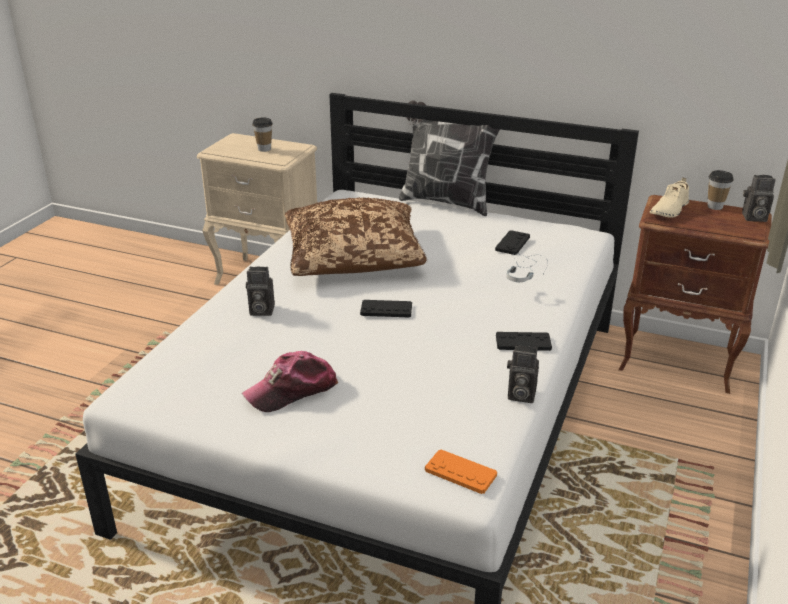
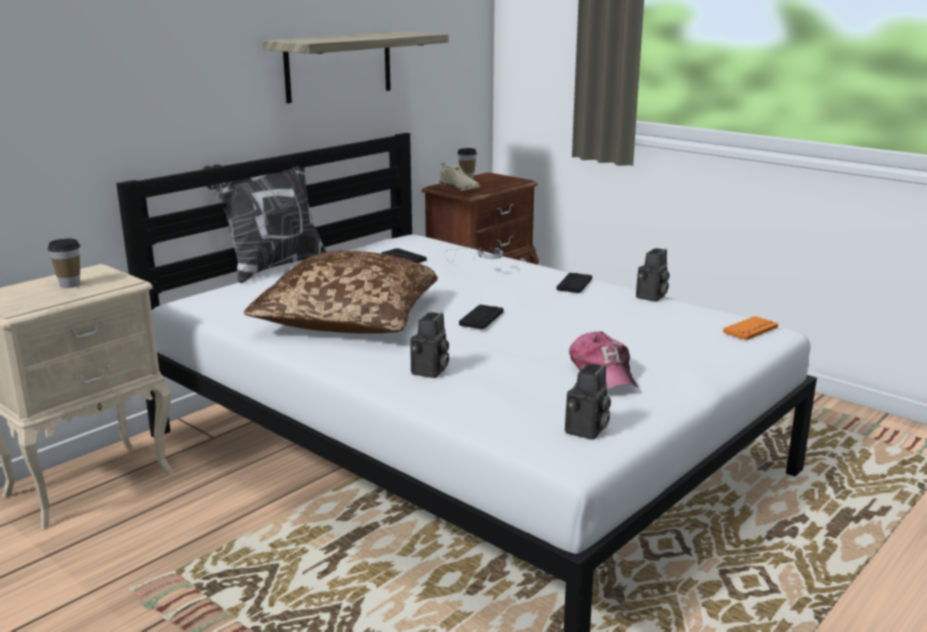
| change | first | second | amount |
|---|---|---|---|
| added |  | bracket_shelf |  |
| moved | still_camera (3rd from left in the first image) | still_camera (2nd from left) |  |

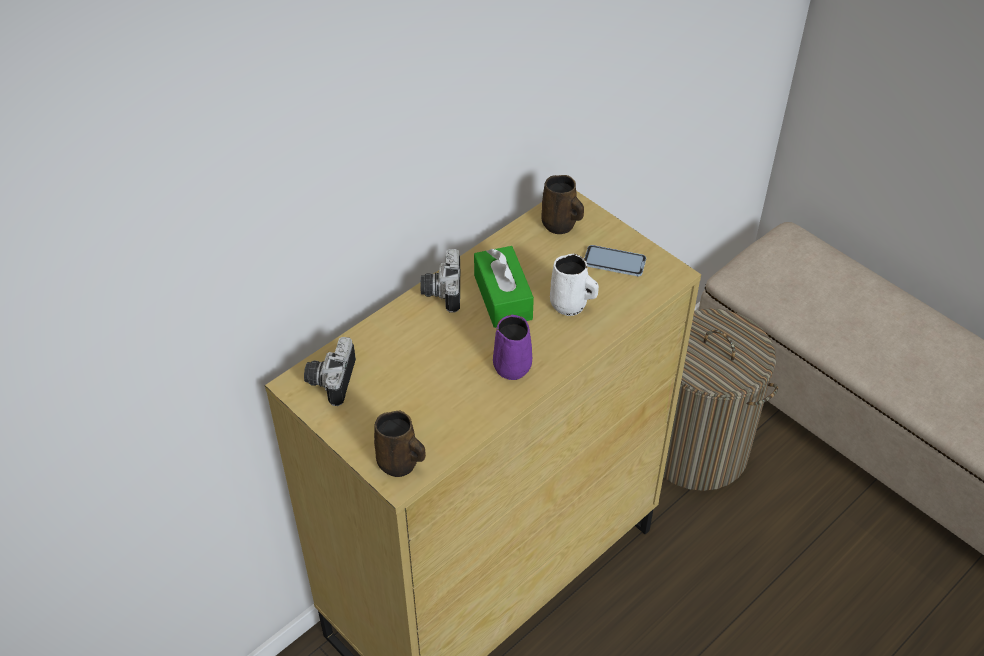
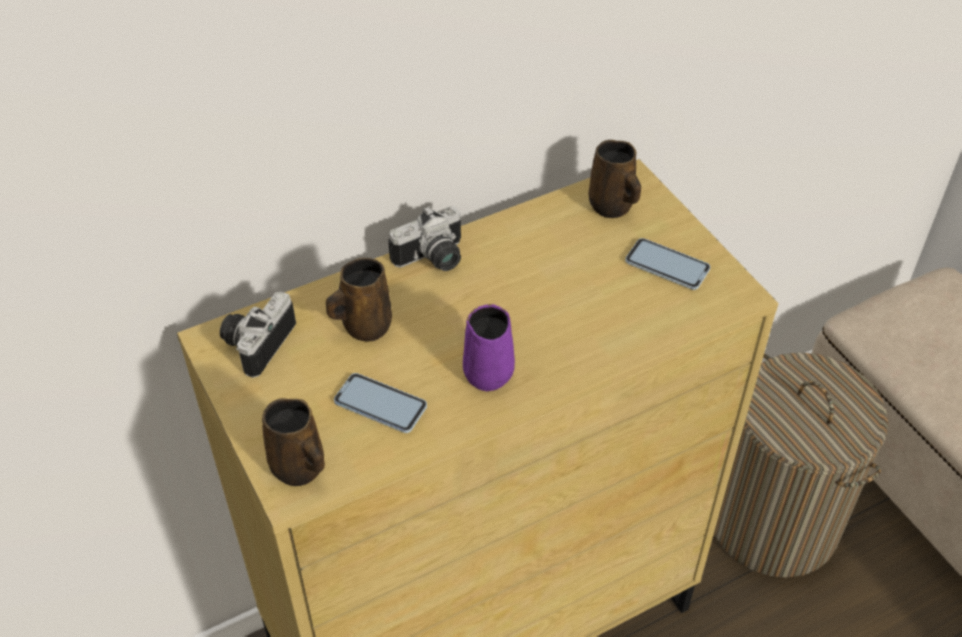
| change | first | second | amount |
|---|---|---|---|
| removed | green-coloured_box_of_tissues |  |  |
| removed | white_coffee_mug |  |  |
| added |  | brown-coloured_coffee_mug (2nd from left) |  |
| added |  | telephone (1st from left) |  |
| turned | still_camera (2nd from left) |  | 135 degrees counterclockwise |

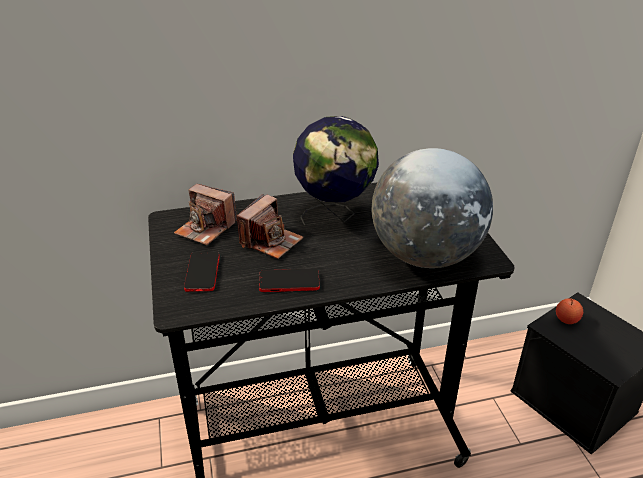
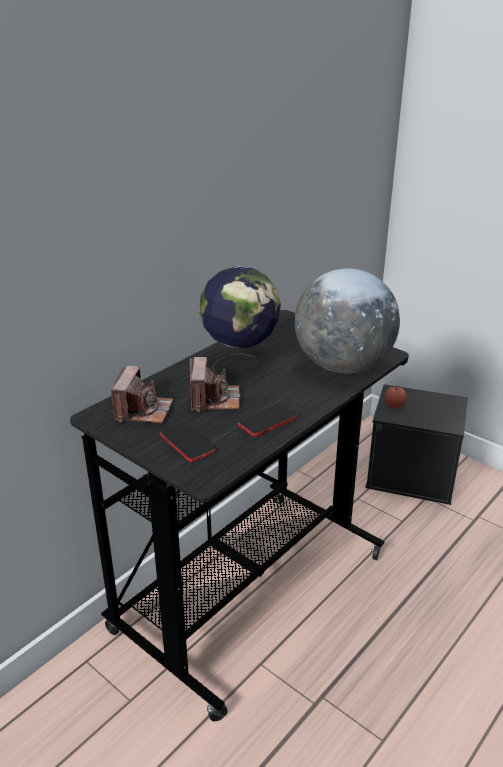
| change | first | second | amount |
|---|---|---|---|
| turned | still_camera (1st from left) |  | 75 degrees counterclockwise |

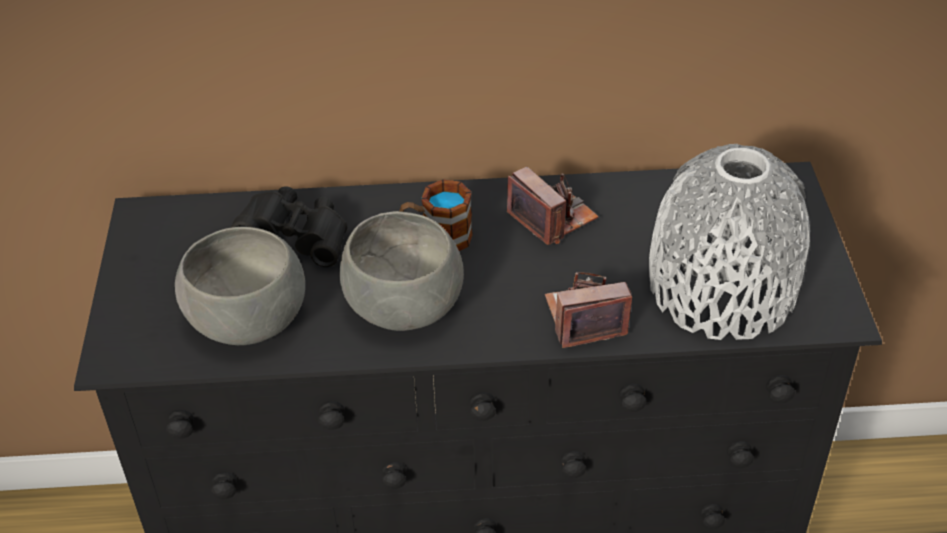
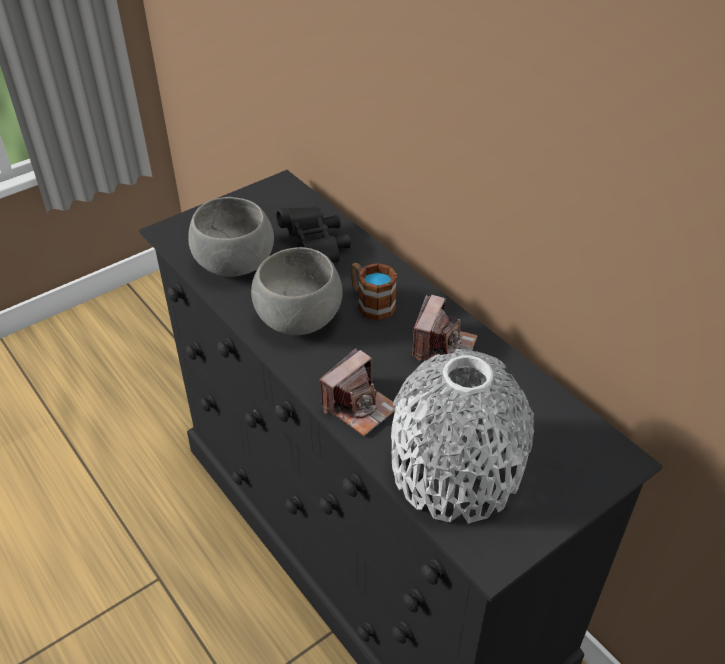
| change | first | second | amount |
|---|---|---|---|
| turned | still_camera (2nd from left in the first image) | still_camera (1st from left) | 90 degrees clockwise |

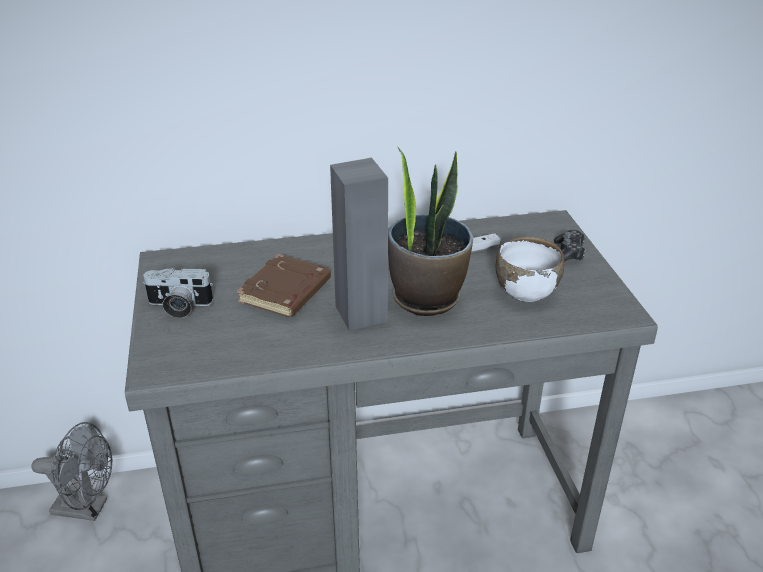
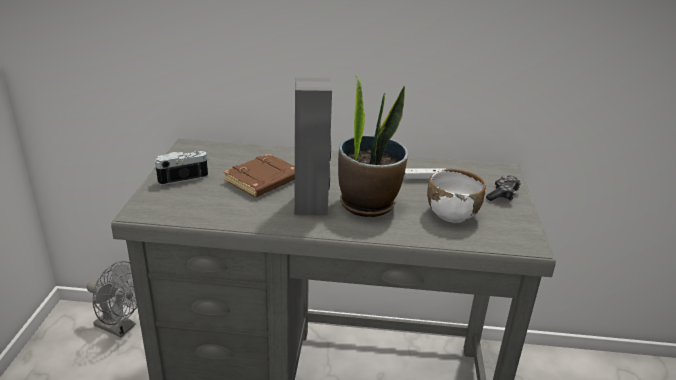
| change | first | second | amount |
|---|---|---|---|
| turned | still_camera |  | 135 degrees clockwise |

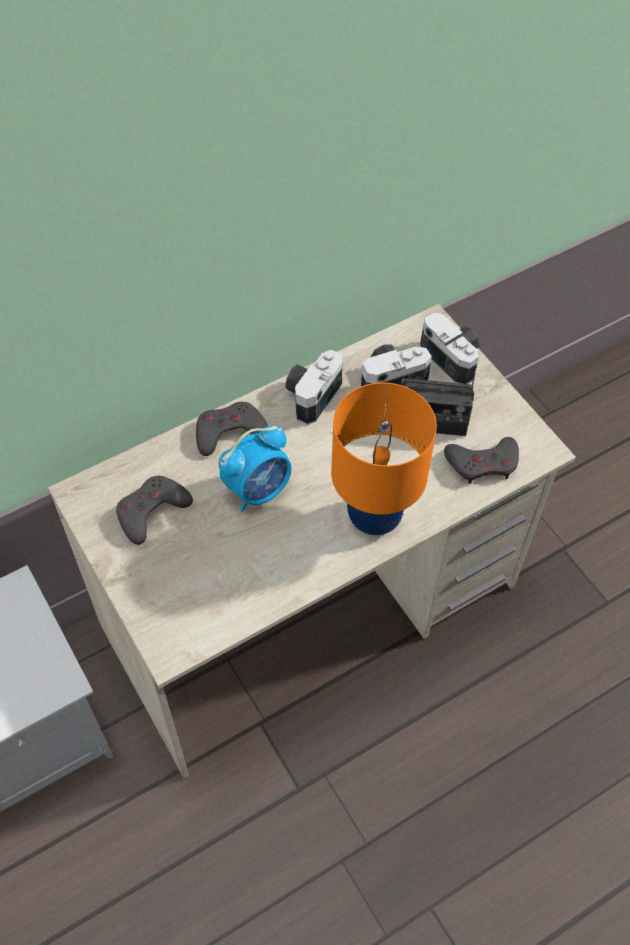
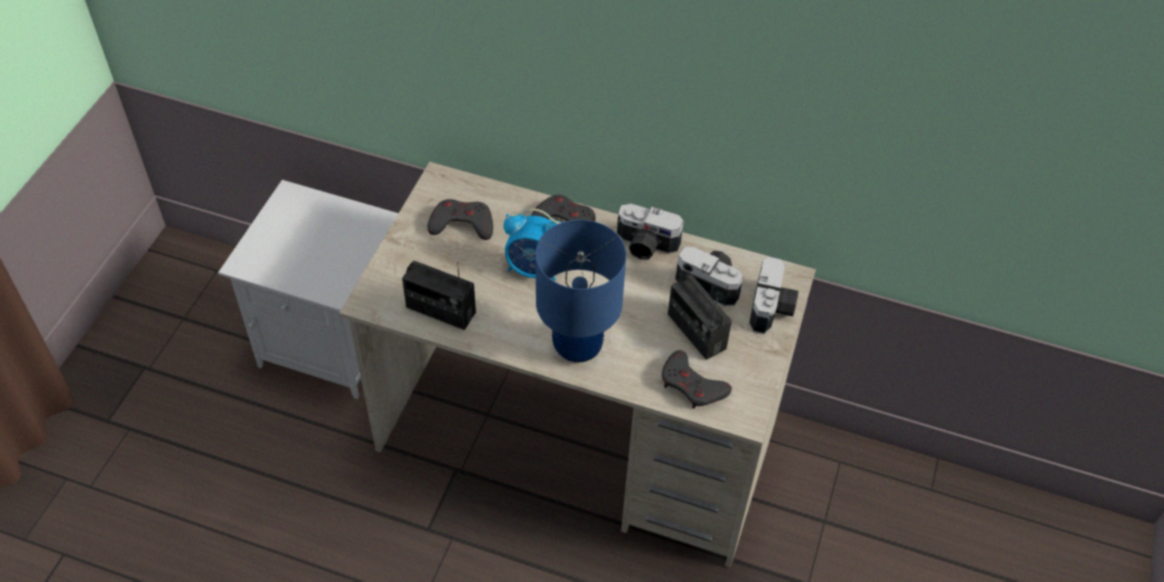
| change | first | second | amount |
|---|---|---|---|
| added |  | radio_receiver (1st from left) |  |
| recoloured | orange_table_lamp | bluish_table_lamp |  |
| turned | still_camera (1st from left) |  | 150 degrees counterclockwise |

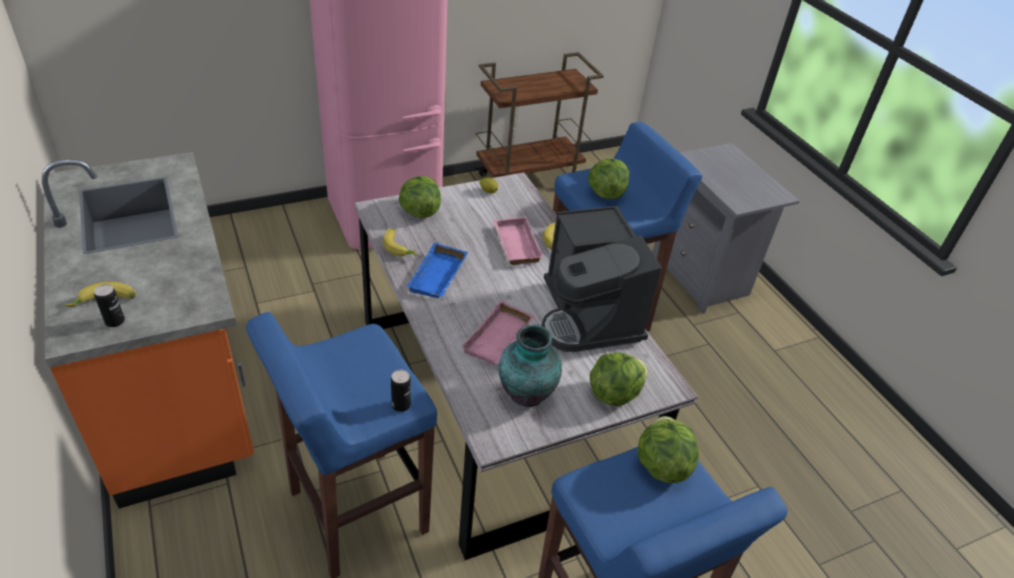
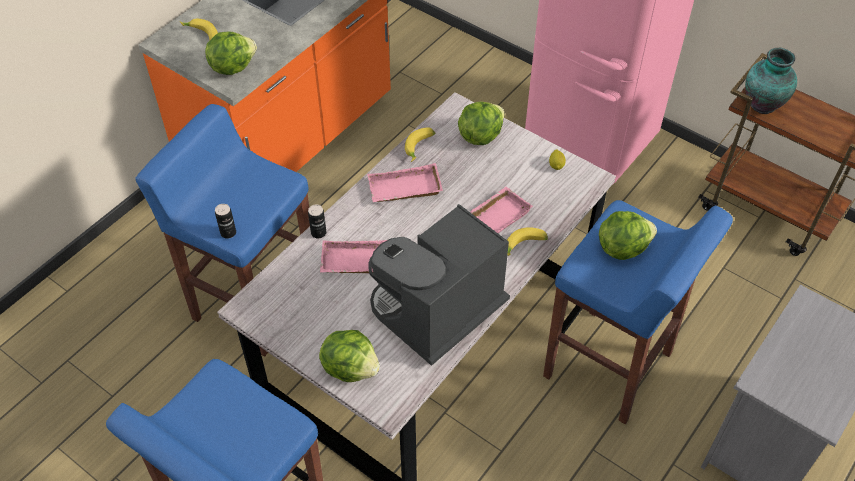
| change | first | second | amount |
|---|---|---|---|
| moved | metal_can (1st from left in the first image) | metal_can (2nd from left) |  |
| moved | flower_vase |  |  |
| moved | lettuce_head (4th from left in the first image) | lettuce_head (1st from left) |  |
| recoloured | bluish_tray | pink_tray (2nd from left) |  |

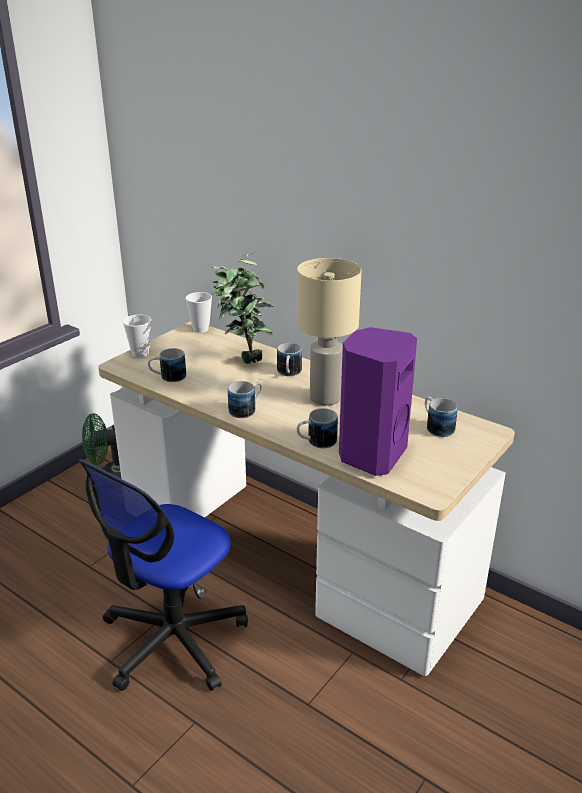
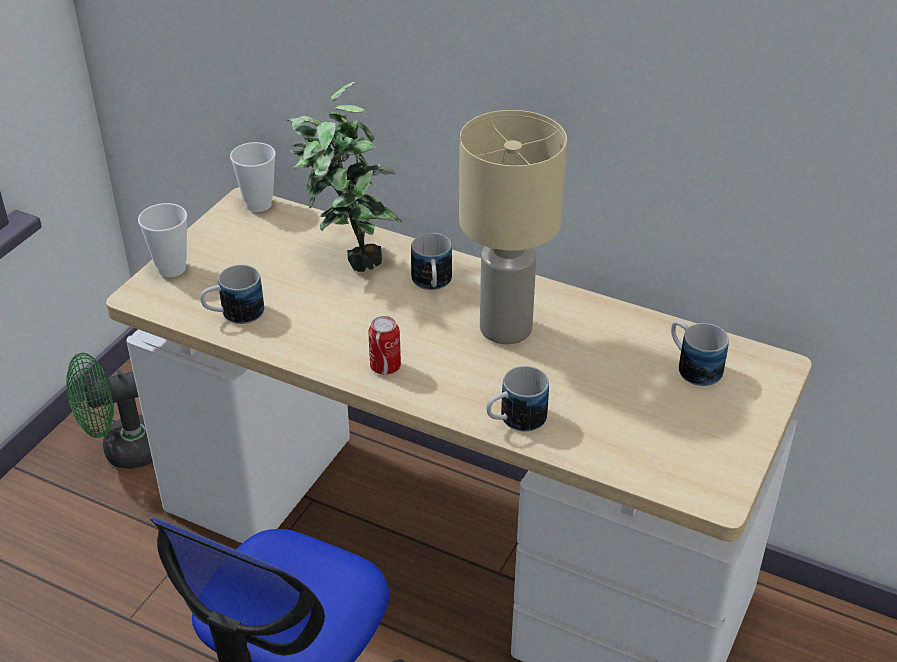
| change | first | second | amount |
|---|---|---|---|
| removed | purple-coloured_audio_speaker |  |  |
| replaced | coffee_mug (2nd from left) | metal_can |  |

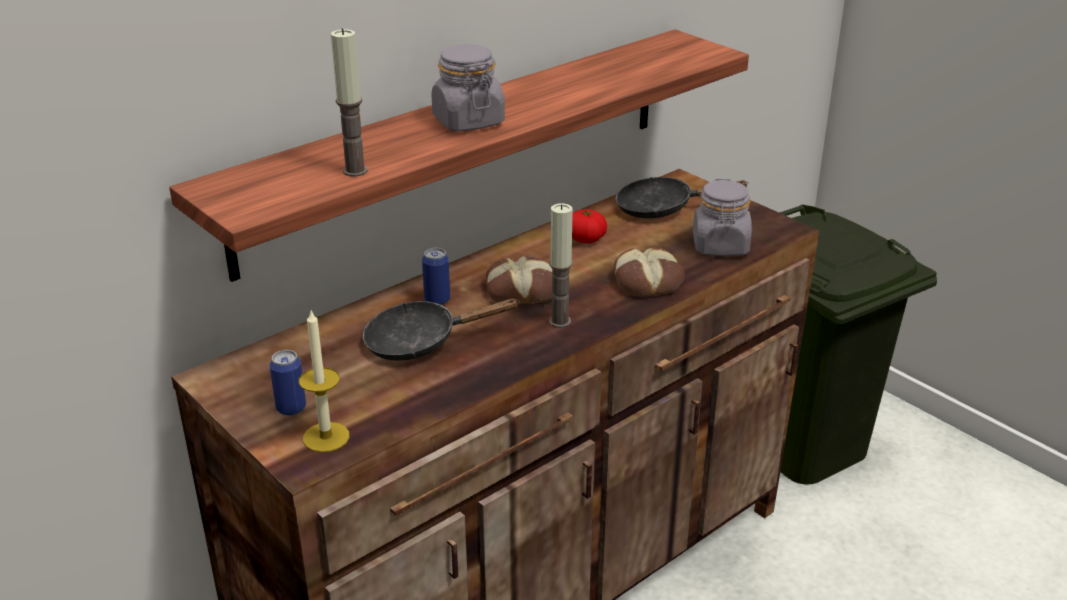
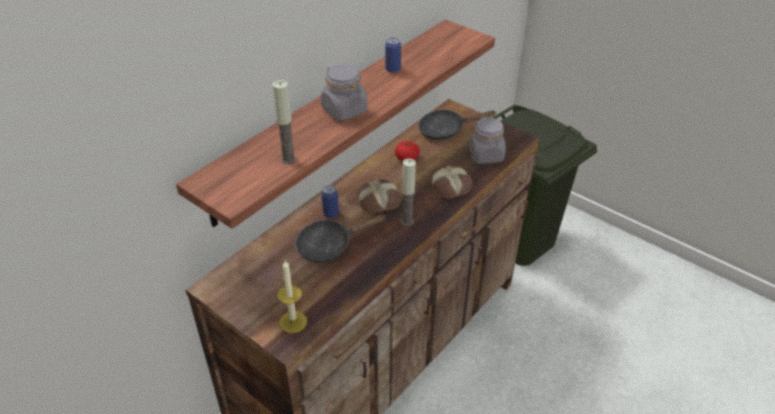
| change | first | second | amount |
|---|---|---|---|
| moved | metal_can (1st from left in the first image) | metal_can (2nd from left) |  |

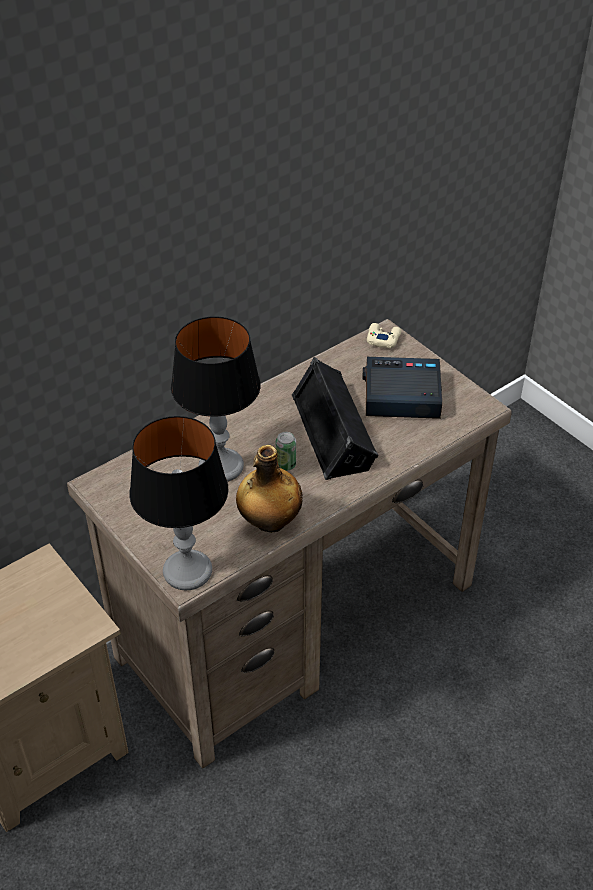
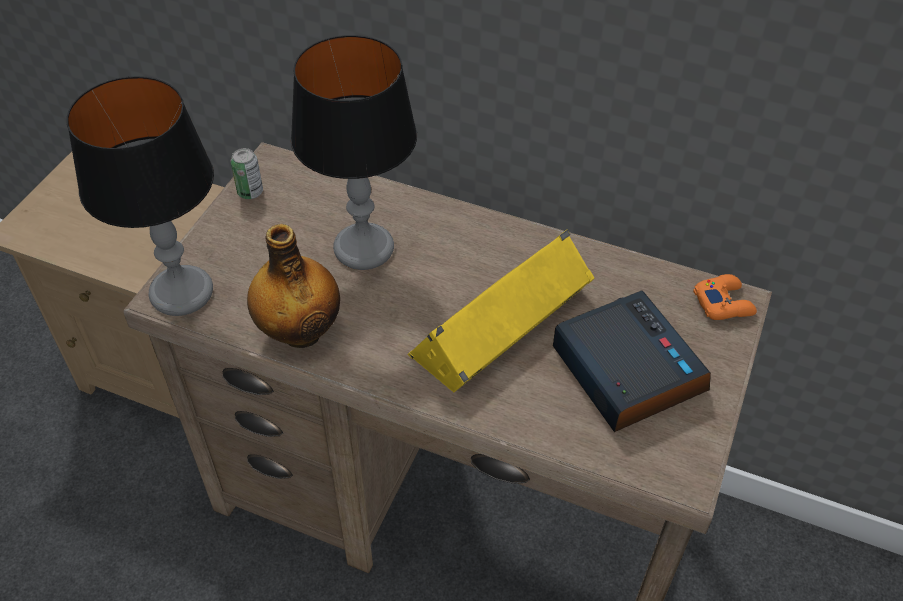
| change | first | second | amount |
|---|---|---|---|
| moved | metal_can |  |  |
| recoloured | blackish_audio_speaker | yellow_audio_speaker |  |
| recoloured | sand-coloured_gamepad | orange_gamepad |  |

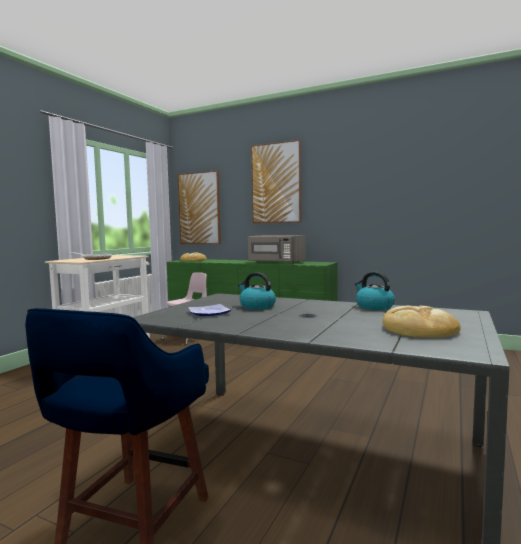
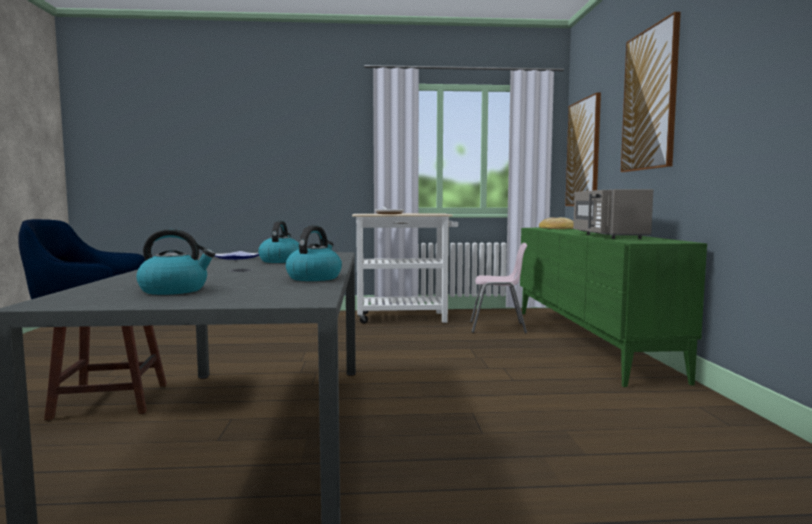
| change | first | second | amount |
|---|---|---|---|
| replaced | baked_bread (2nd from left) | tea_kettle (1st from left) |  |

